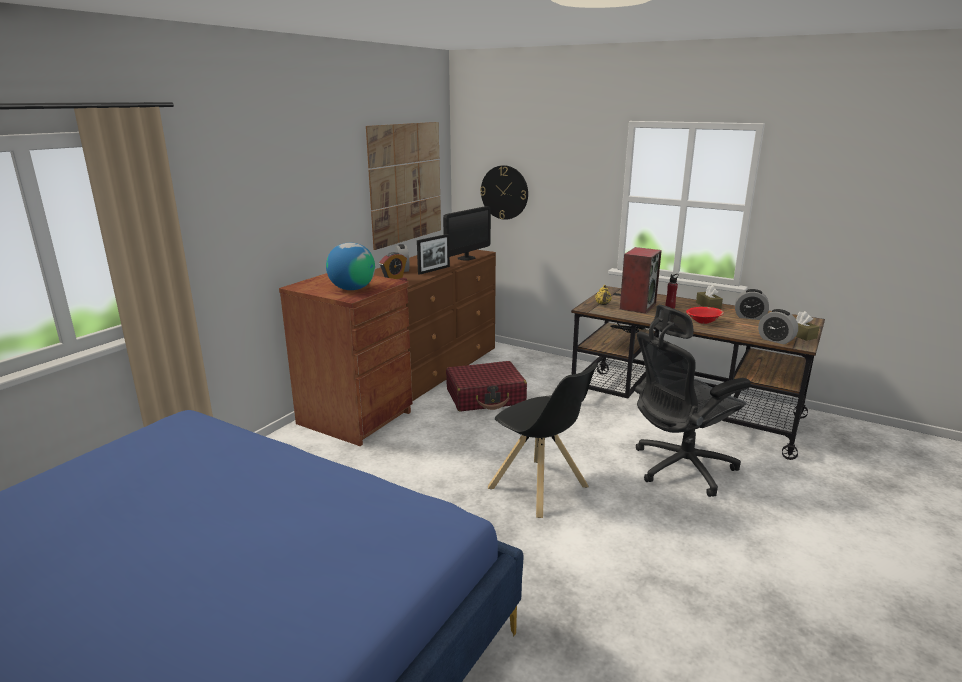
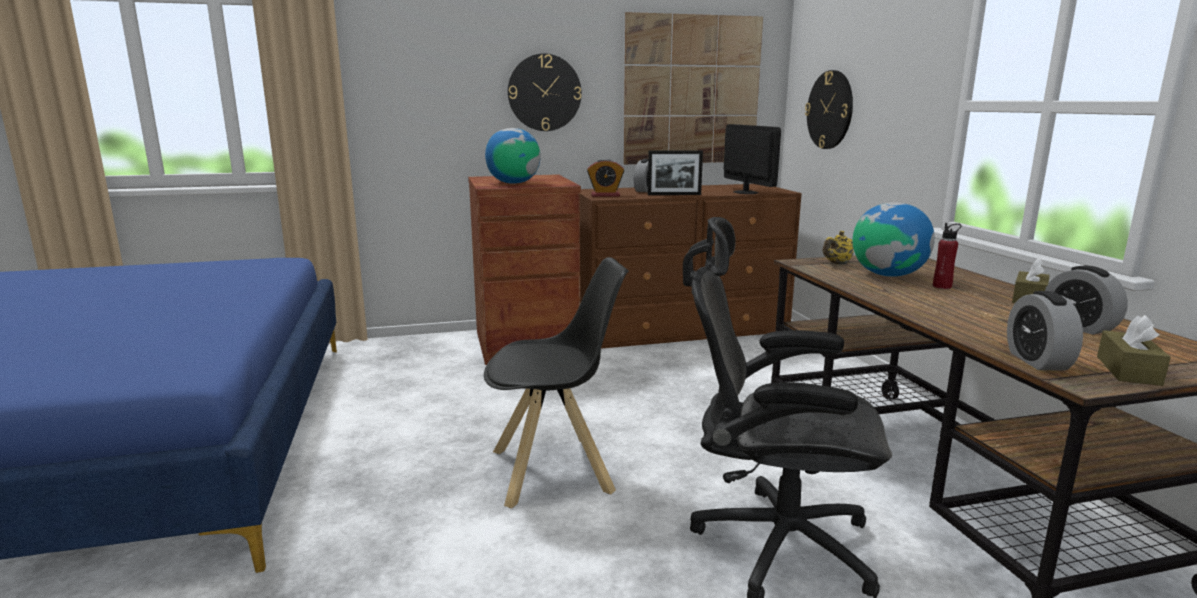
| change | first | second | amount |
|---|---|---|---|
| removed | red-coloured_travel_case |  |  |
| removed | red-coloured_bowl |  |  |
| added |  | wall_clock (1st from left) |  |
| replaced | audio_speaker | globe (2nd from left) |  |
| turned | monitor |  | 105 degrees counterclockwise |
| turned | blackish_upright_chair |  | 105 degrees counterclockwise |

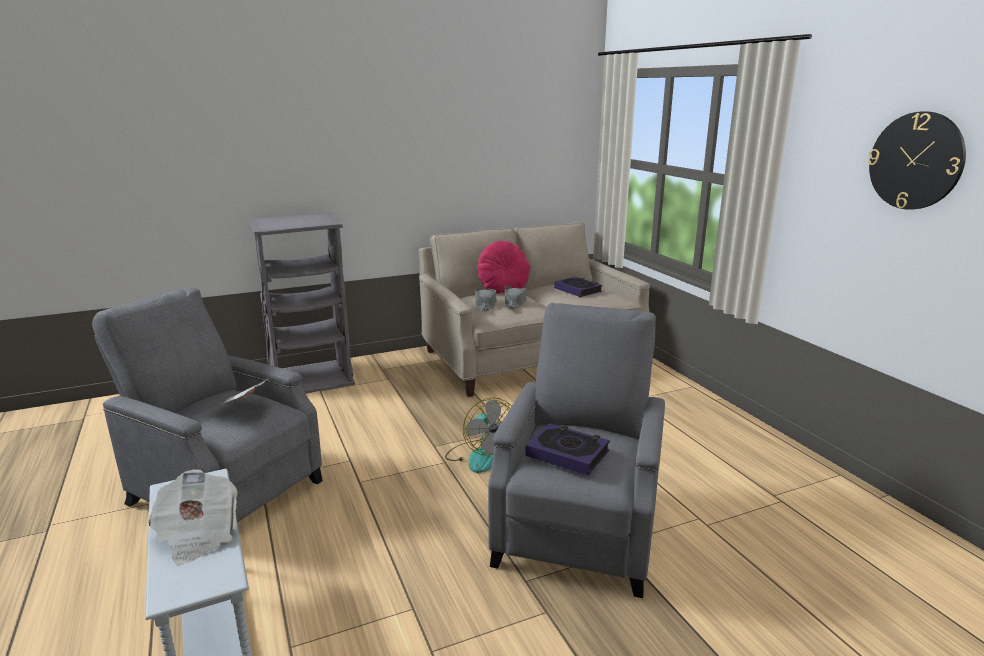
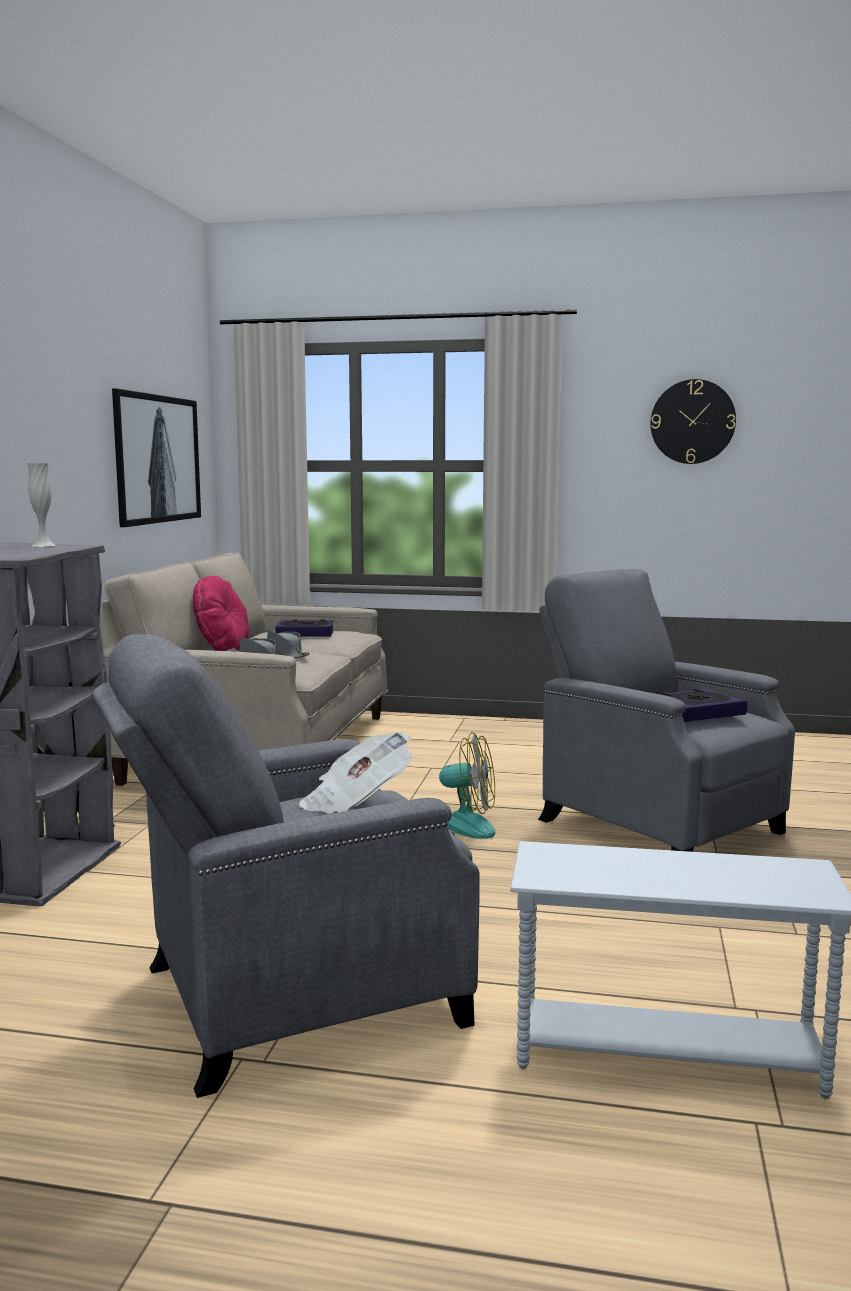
| change | first | second | amount |
|---|---|---|---|
| removed | newspaper (1st from left) |  |  |
| added |  | white_flower_vase |  |
| added |  | wall_art |  |

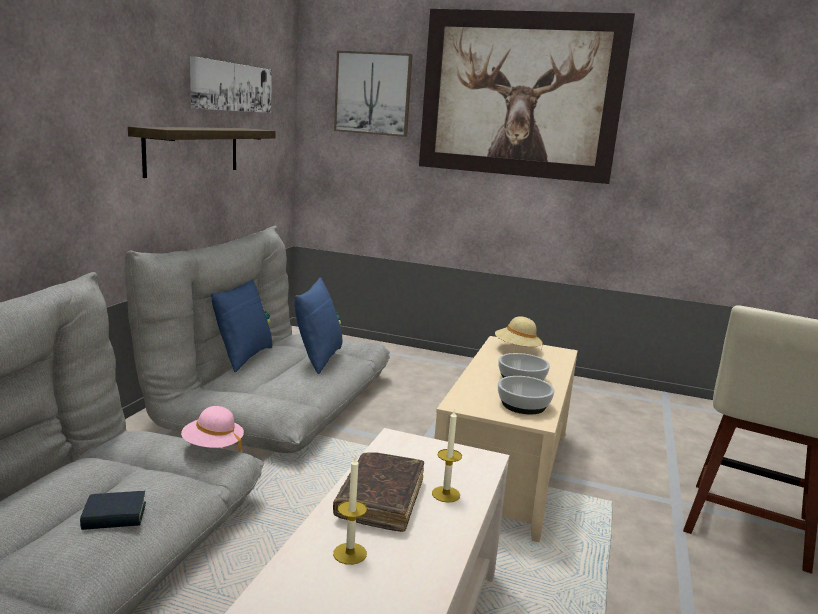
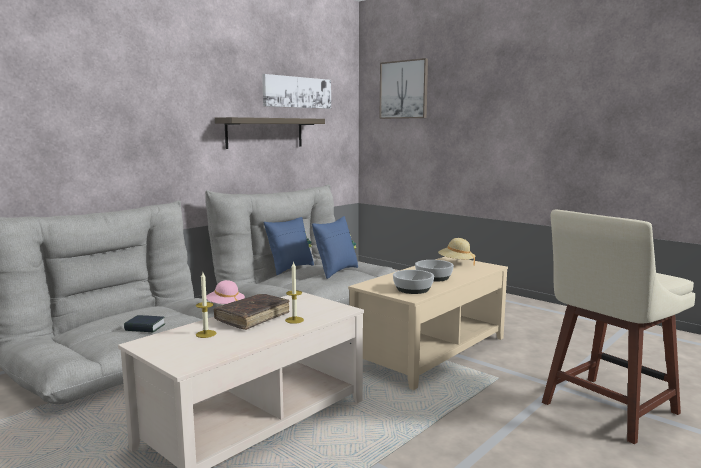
| change | first | second | amount |
|---|---|---|---|
| removed | wall_art (3rd from left) |  |  |

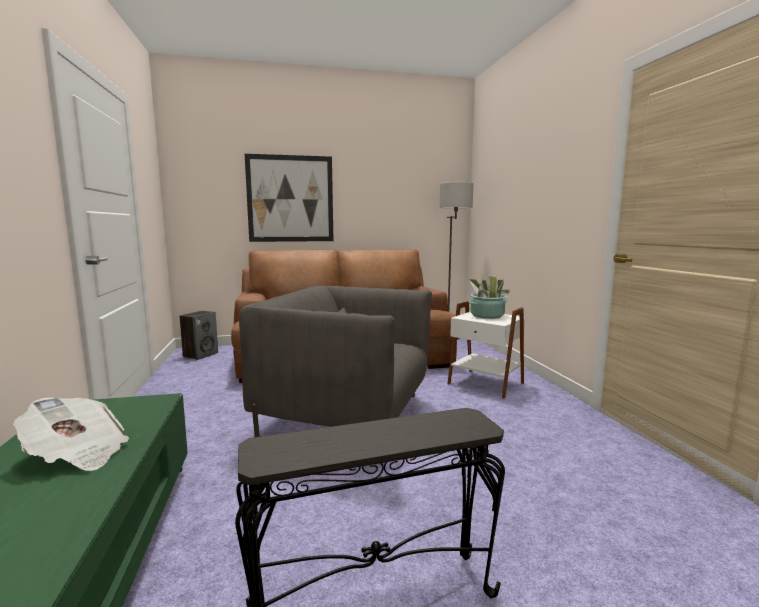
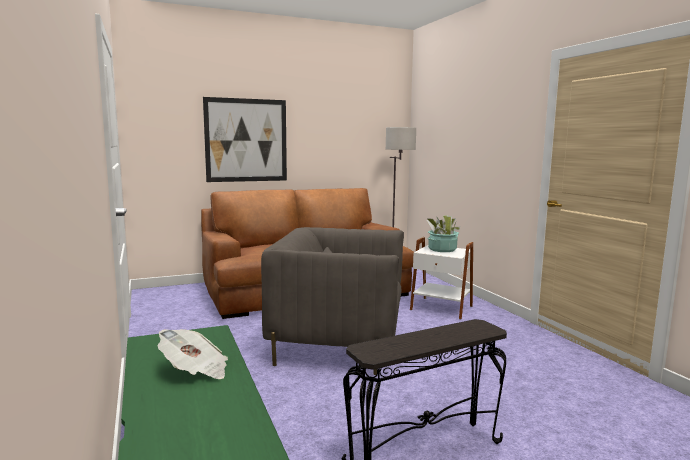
| change | first | second | amount |
|---|---|---|---|
| removed | audio_speaker |  |  |

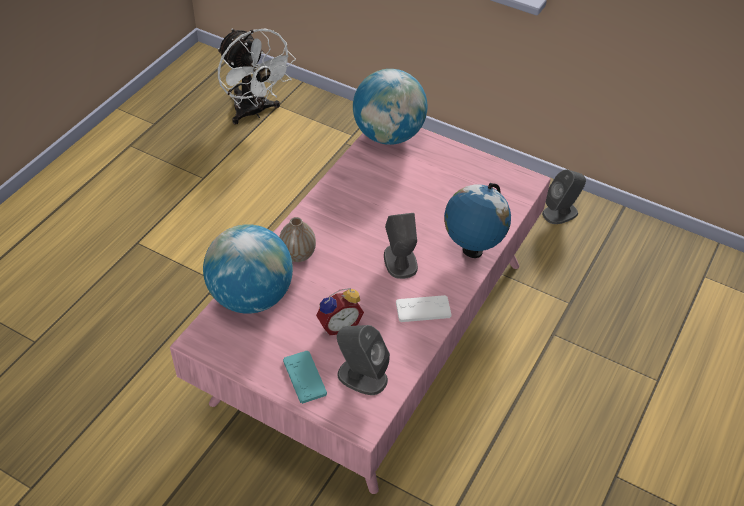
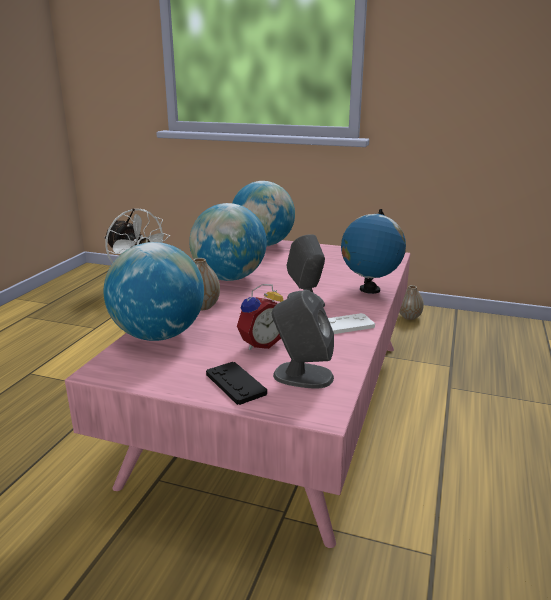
| change | first | second | amount |
|---|---|---|---|
| added |  | globe (2nd from left) |  |
| replaced | gray_audio_speaker (3rd from left) | flower_vase (2nd from left) |  |
| recoloured | turquoise-coloured_gamepad | blackish_gamepad |  |

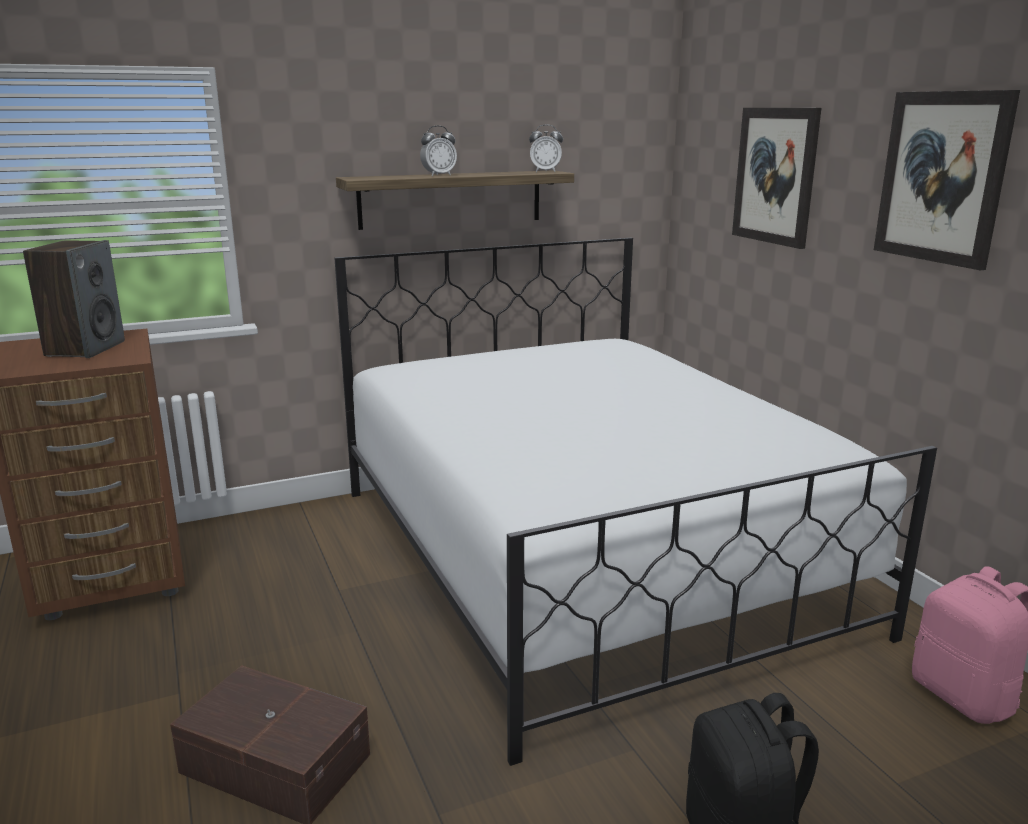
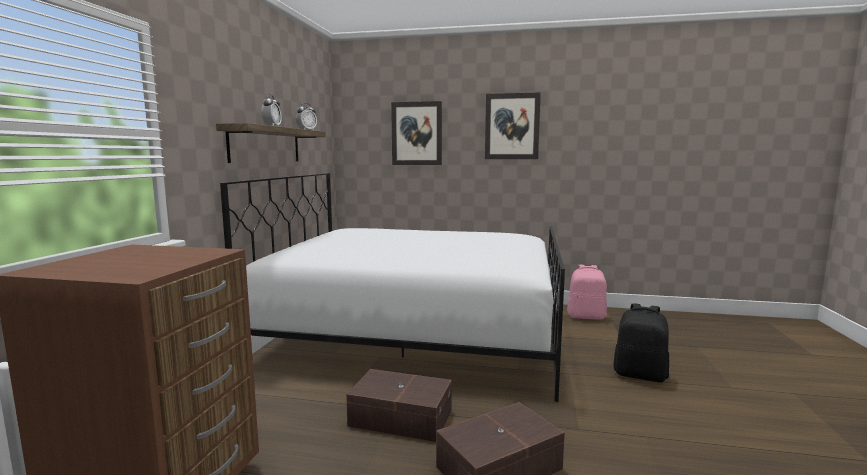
| change | first | second | amount |
|---|---|---|---|
| removed | audio_speaker |  |  |
| added |  | brown-coloured_storage_box (1st from left) |  |

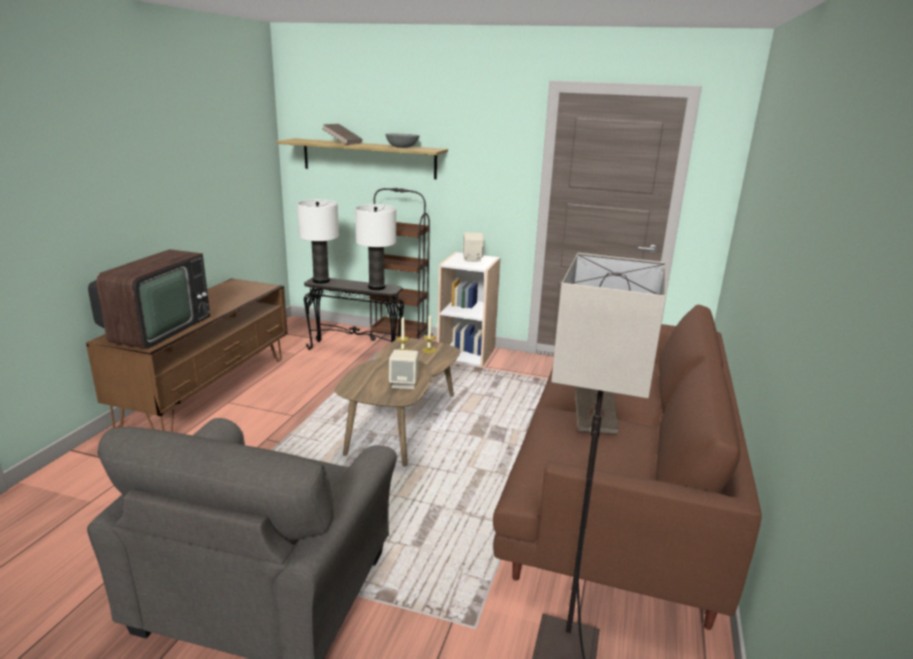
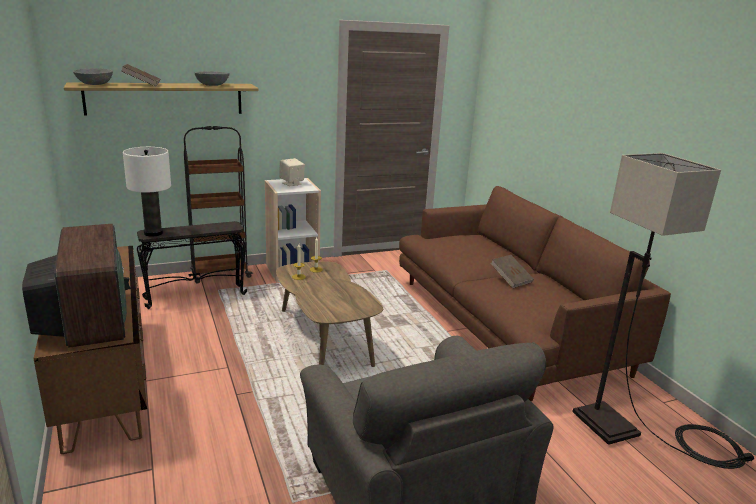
| change | first | second | amount |
|---|---|---|---|
| removed | white_table_lamp (2nd from left) |  |  |
| removed | sand-coloured_audio_speaker (1st from left) |  |  |
| added |  | gray_bowl (1st from left) |  |

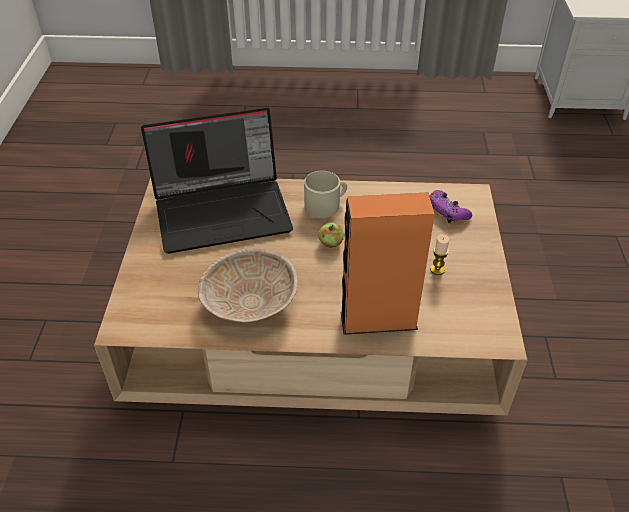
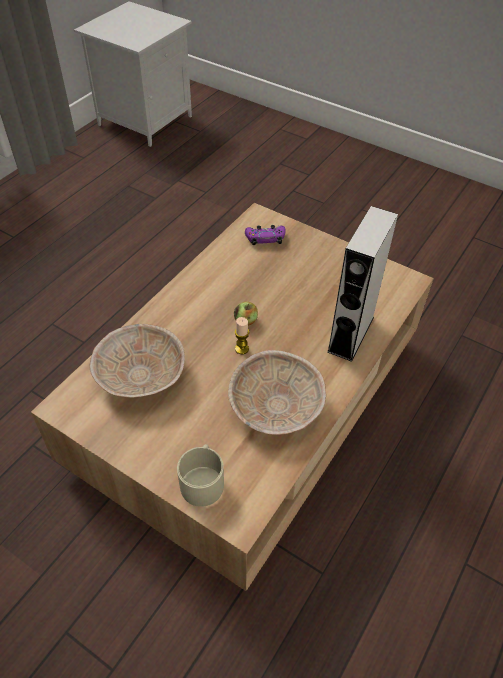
| change | first | second | amount |
|---|---|---|---|
| moved | sand-coloured_coffee_mug |  |  |
| moved | candle |  |  |
| replaced | laptop | sand-coloured_bowl (1st from left) |  |
| recoloured | orange_audio_speaker | gray_audio_speaker |  |

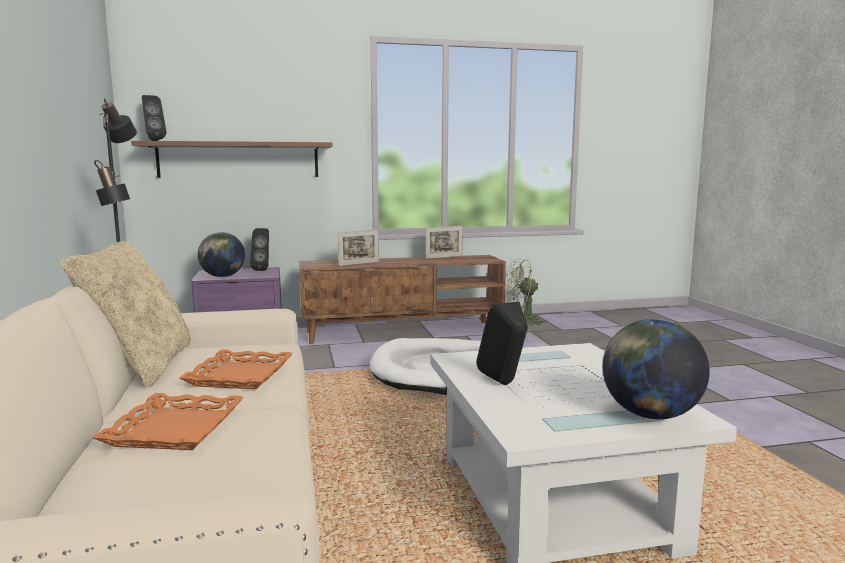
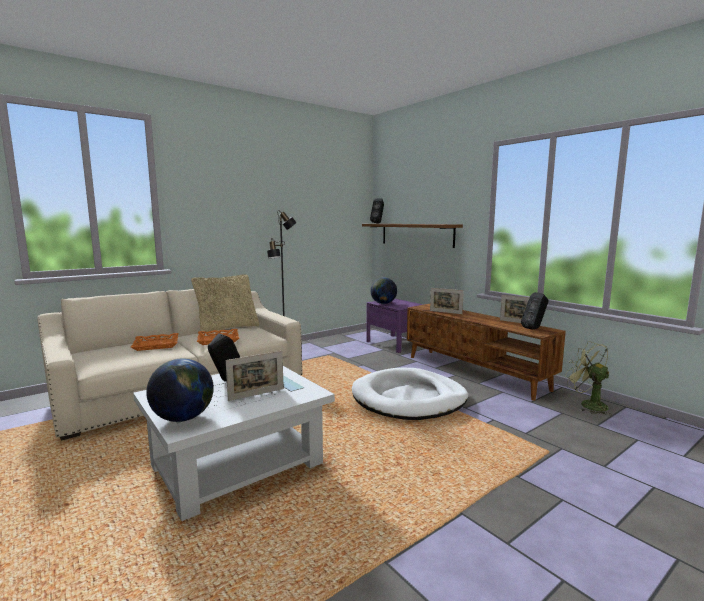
| change | first | second | amount |
|---|---|---|---|
| added |  | photo_frame (1st from left) |  |
| moved | blackish_audio_speaker (2nd from left in the first image) | blackish_audio_speaker (3rd from left) |  |

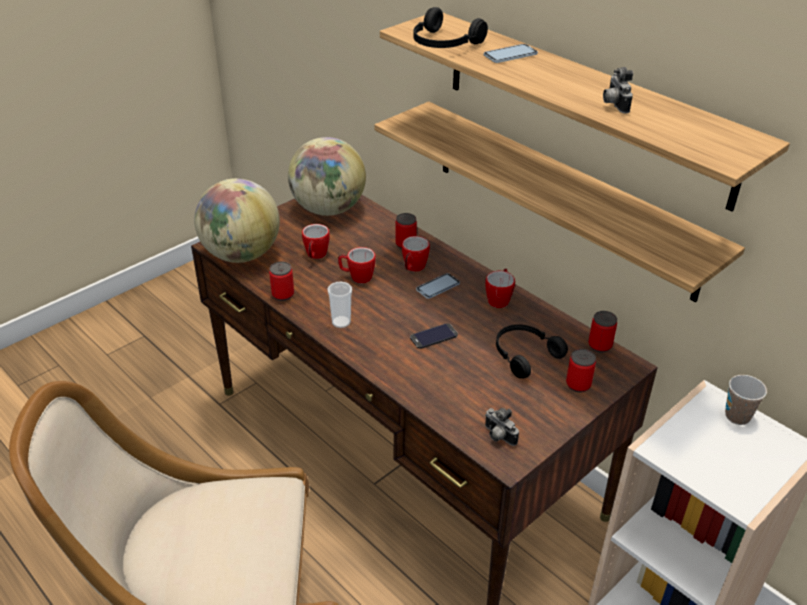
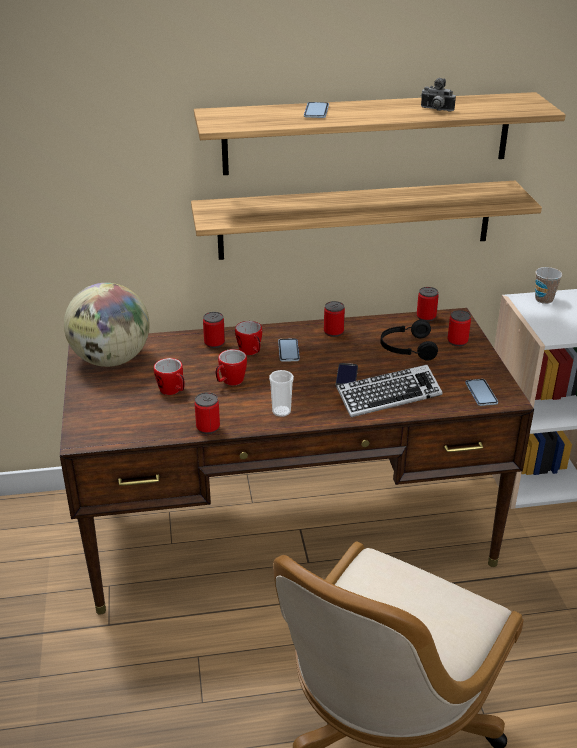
| change | first | second | amount |
|---|---|---|---|
| removed | globe (1st from left) |  |  |
| removed | blackish_pair_of_headphones (1st from left) |  |  |
| added |  | keyboard |  |
| replaced | coffee_mug (4th from left) | metal_can (3rd from left) |  |
| replaced | still_camera (1st from left) | telephone (4th from left) |  |

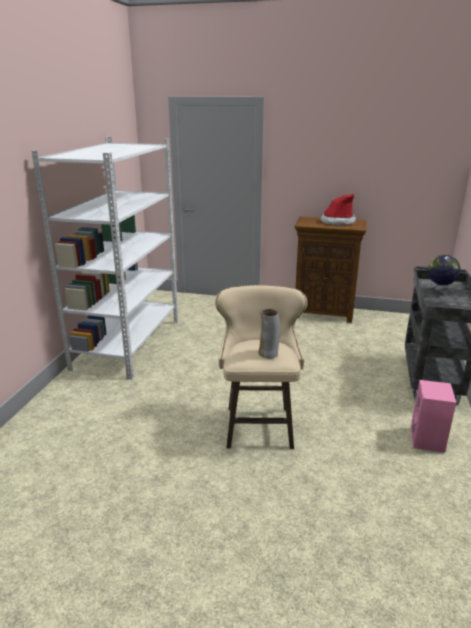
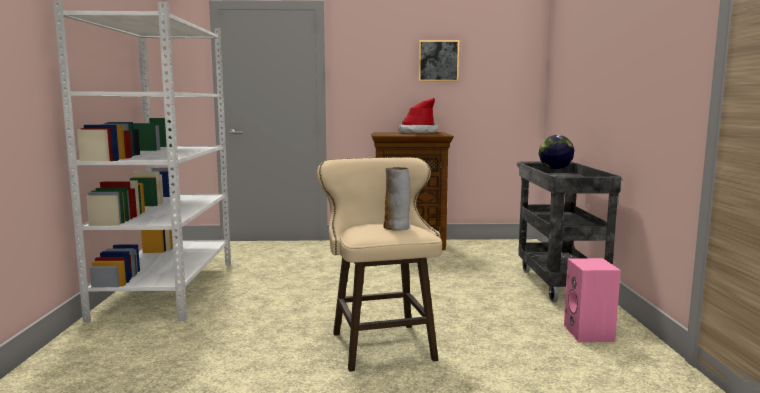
| change | first | second | amount |
|---|---|---|---|
| added |  | wall_art |  |

